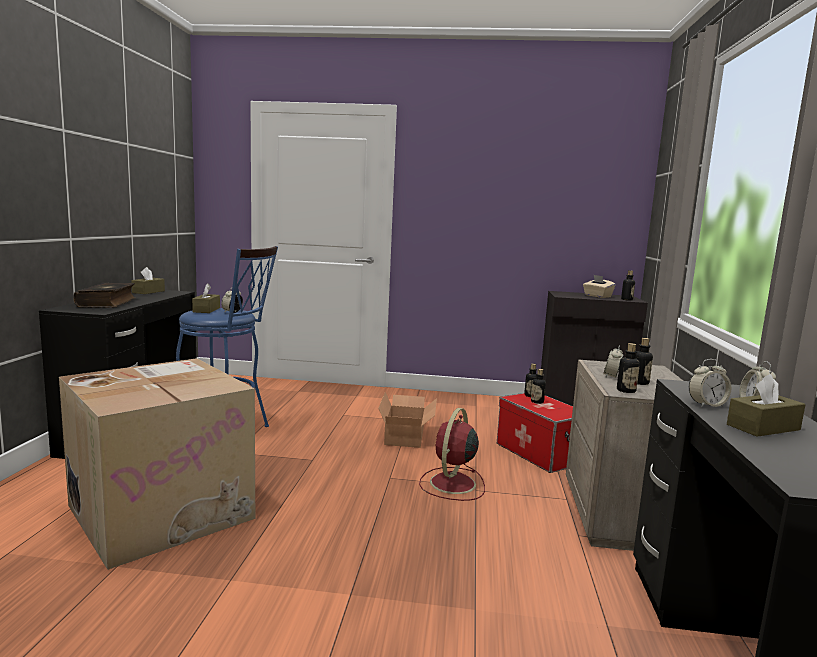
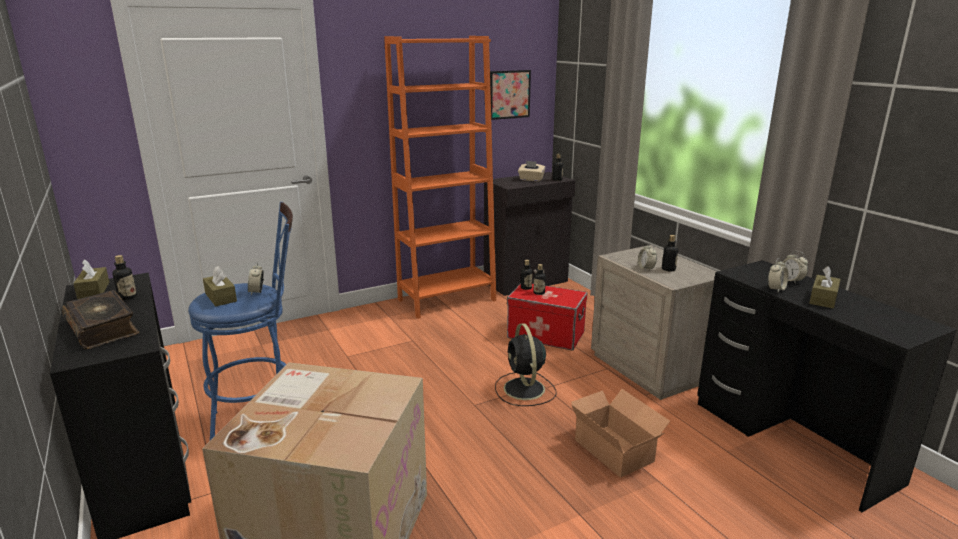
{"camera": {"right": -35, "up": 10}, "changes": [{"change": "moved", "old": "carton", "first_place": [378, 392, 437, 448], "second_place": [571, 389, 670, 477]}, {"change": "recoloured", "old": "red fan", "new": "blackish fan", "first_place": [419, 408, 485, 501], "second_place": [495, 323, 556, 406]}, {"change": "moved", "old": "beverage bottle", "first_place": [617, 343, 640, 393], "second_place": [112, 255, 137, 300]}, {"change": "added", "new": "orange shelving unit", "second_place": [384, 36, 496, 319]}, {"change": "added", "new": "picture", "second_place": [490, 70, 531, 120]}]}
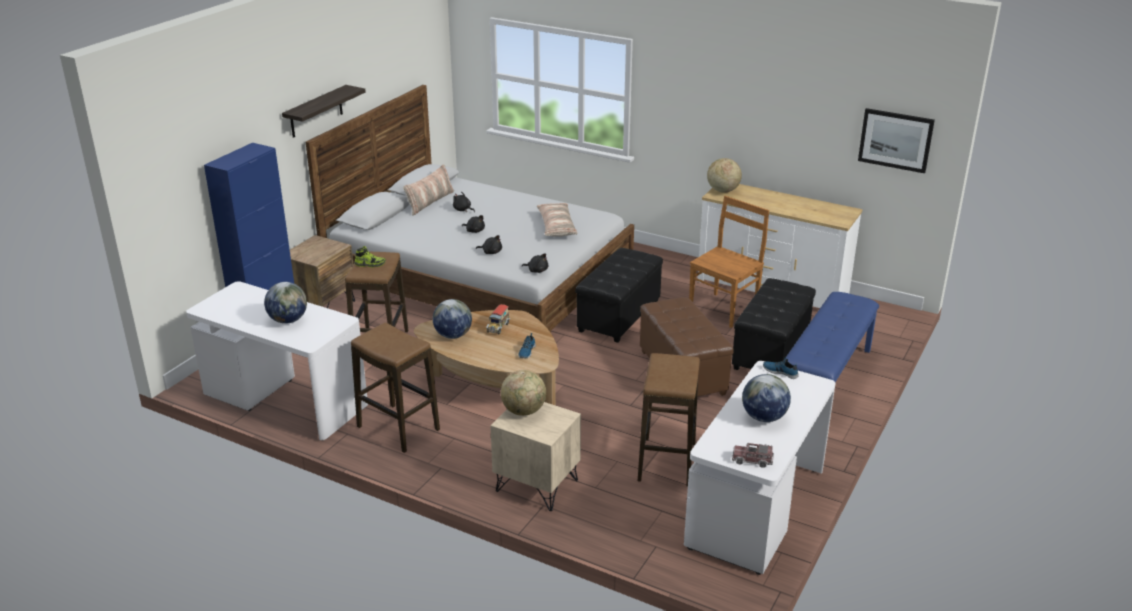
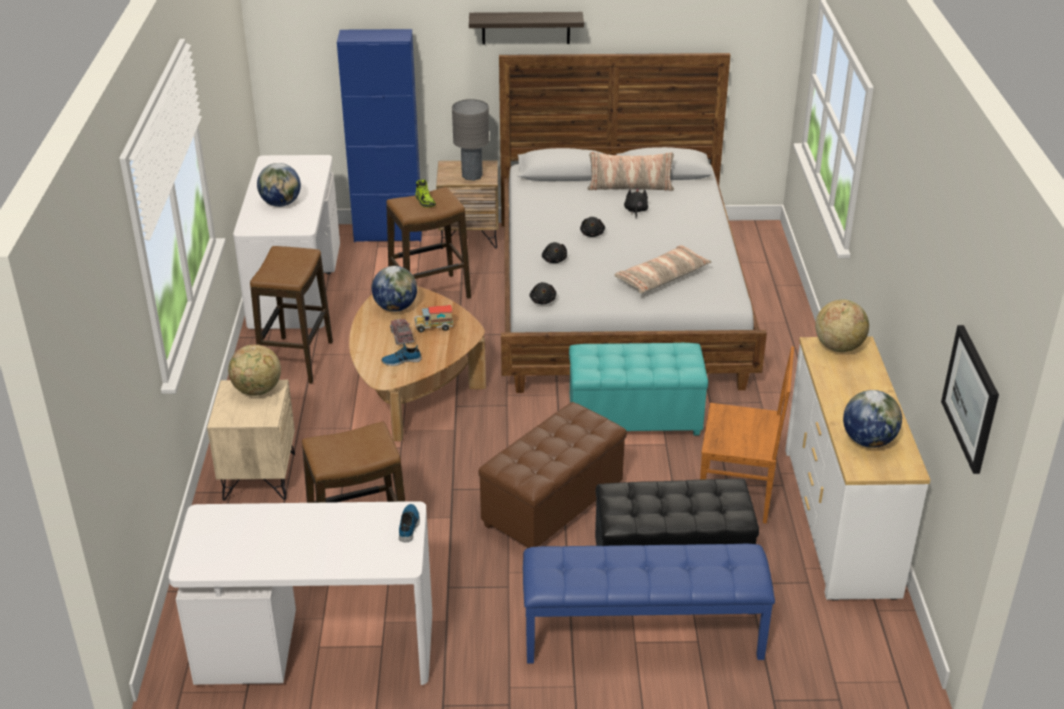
{"camera": {"right": 60, "up": 5}, "changes": [{"change": "recoloured", "old": "blackish ottoman", "new": "turquoise ottoman", "first_place": [575, 248, 663, 343], "second_place": [569, 343, 708, 435]}, {"change": "moved", "old": "model truck", "first_place": [732, 443, 774, 468], "second_place": [390, 319, 415, 345]}, {"change": "moved", "old": "globe", "first_place": [742, 374, 791, 422], "second_place": [843, 390, 902, 448]}, {"change": "added", "new": "gray lamp for a table", "second_place": [452, 99, 489, 181]}]}
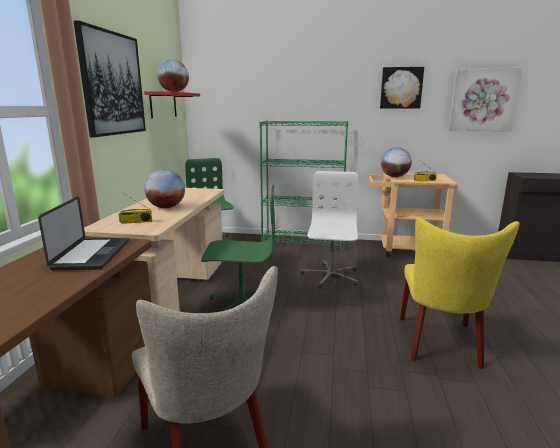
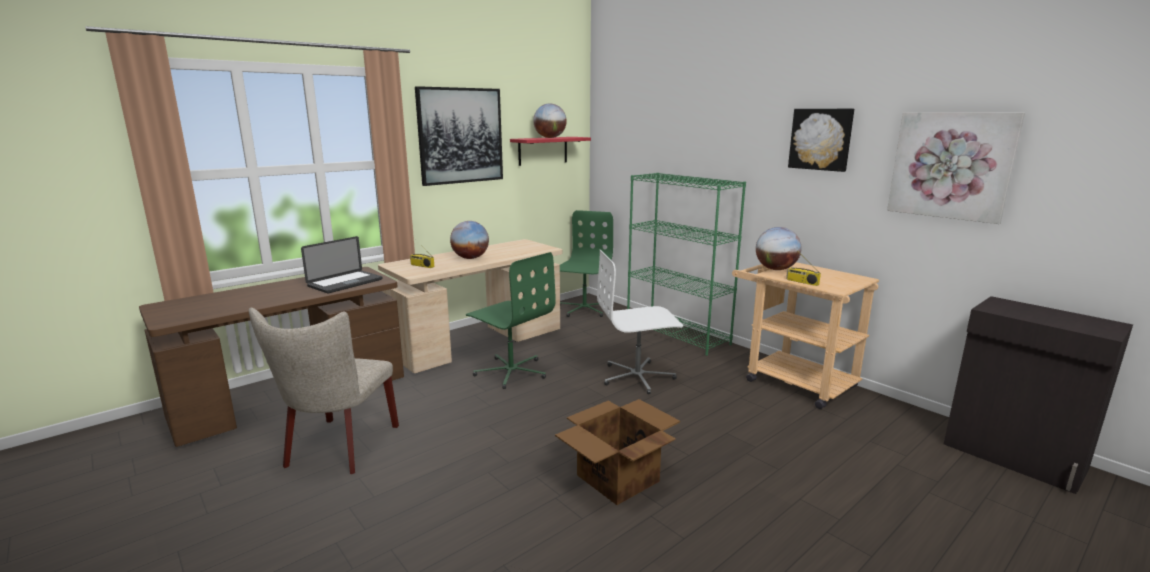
{"camera": {"right": 40, "up": 0}, "changes": [{"change": "turned", "old": "white desk chair", "first_place": [301, 171, 359, 288], "second_place": [597, 250, 683, 394], "degrees": -150}, {"change": "replaced", "old": "yellowish upright chair", "new": "carton", "first_place": [400, 217, 520, 369], "second_place": [555, 399, 680, 505]}]}
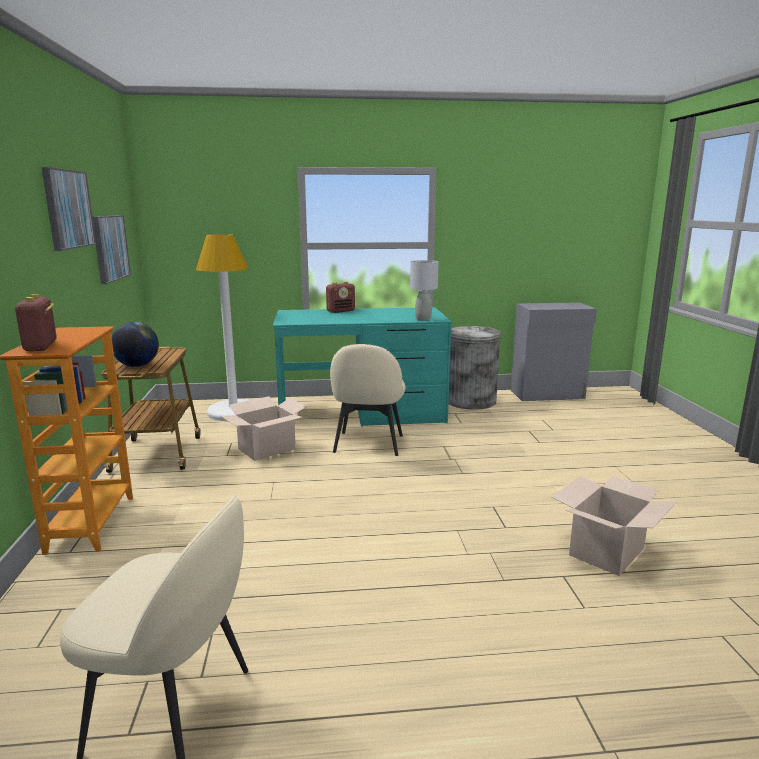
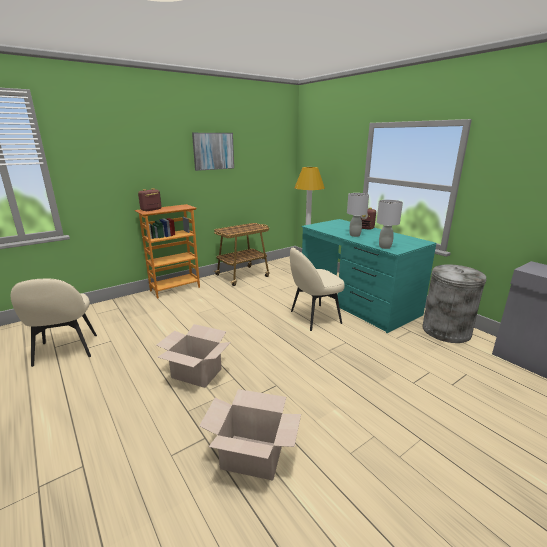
{"camera": {"right": 60, "up": 5}, "changes": [{"change": "removed", "old": "picture", "first_place": [92, 215, 131, 284]}, {"change": "removed", "old": "globe", "first_place": [112, 322, 159, 367]}, {"change": "moved", "old": "carton", "first_place": [221, 396, 307, 461], "second_place": [157, 324, 231, 388]}, {"change": "added", "new": "gray lamp for a table", "second_place": [347, 193, 369, 237]}]}
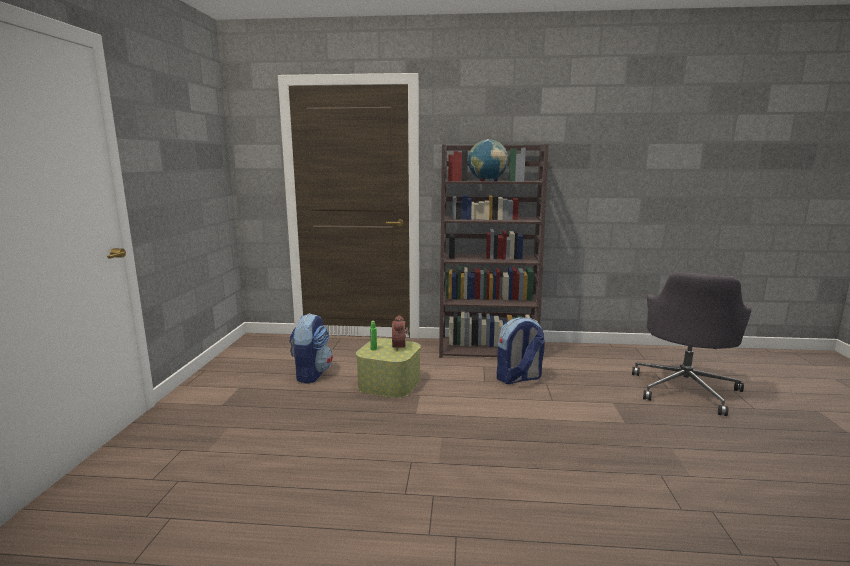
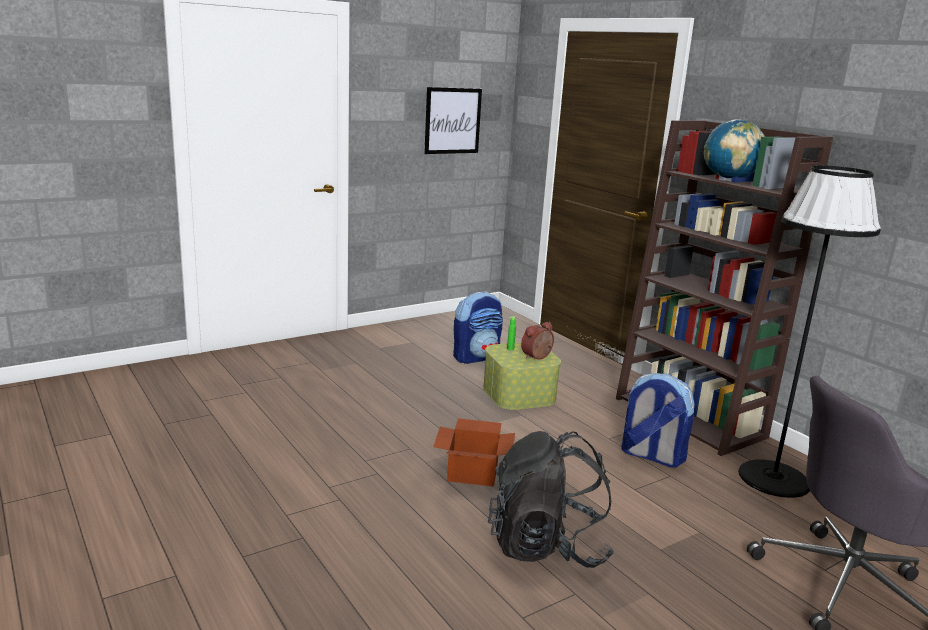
{"camera": {"right": 50, "up": 5}, "changes": [{"change": "added", "new": "picture", "second_place": [424, 87, 482, 154]}, {"change": "added", "new": "carton", "second_place": [433, 418, 515, 487]}, {"change": "added", "new": "blackish knapsack", "second_place": [488, 431, 614, 568]}, {"change": "added", "new": "blackish standing lamp", "second_place": [738, 165, 881, 498]}]}
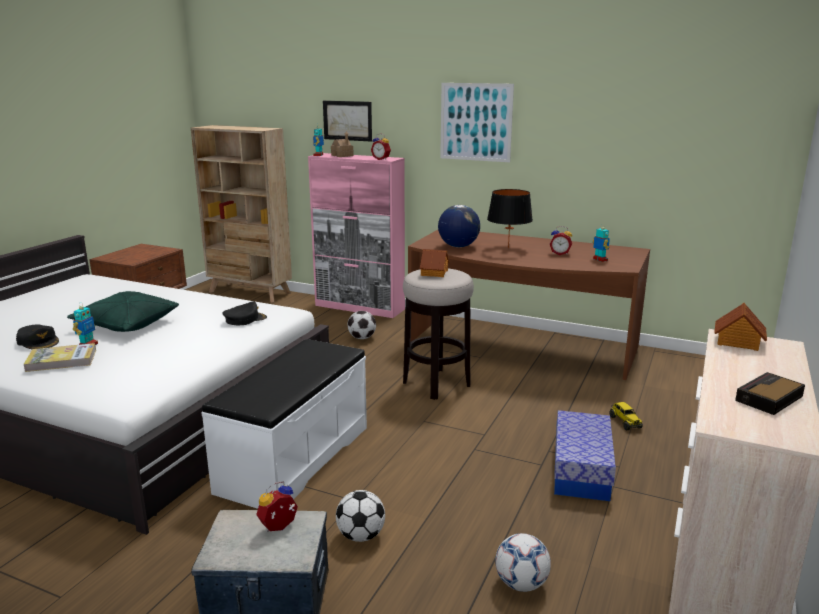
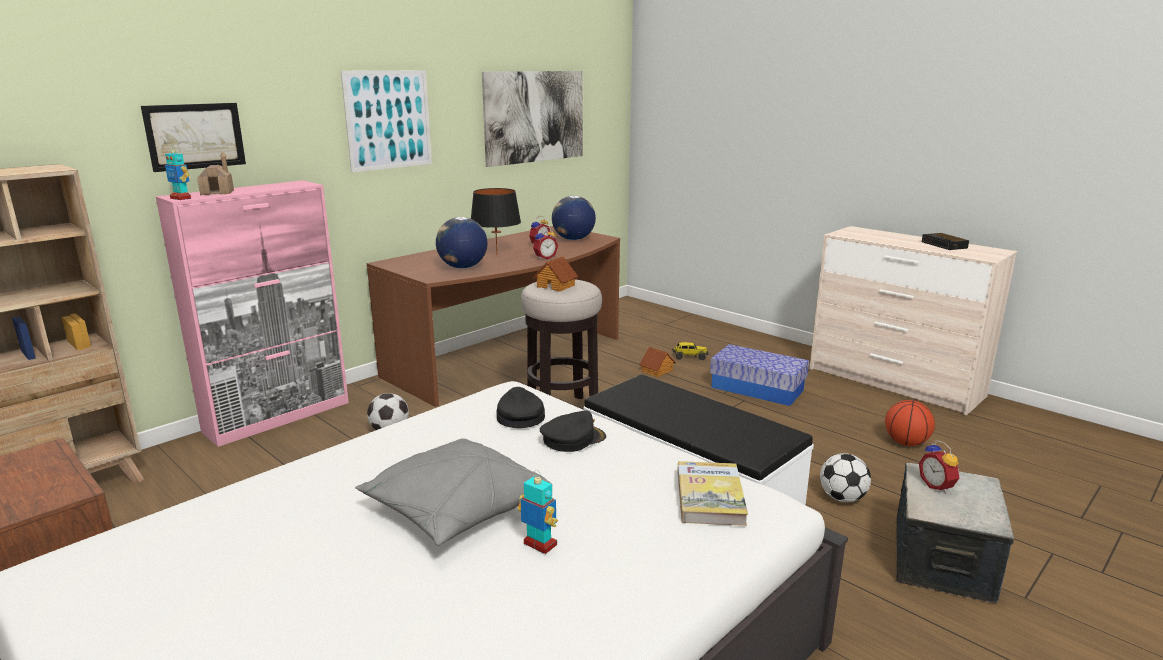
{"camera": {"right": -70, "up": 0}, "changes": [{"change": "moved", "old": "blackish baseball cap", "first_place": [16, 324, 59, 349], "second_place": [540, 410, 606, 452]}, {"change": "moved", "old": "volume", "first_place": [23, 343, 96, 372], "second_place": [677, 461, 748, 526]}, {"change": "recoloured", "old": "green-coloured throw pillow", "new": "gray throw pillow", "first_place": [67, 291, 179, 332], "second_place": [355, 438, 552, 545]}, {"change": "moved", "old": "alarm clock", "first_place": [371, 133, 391, 160], "second_place": [533, 227, 558, 260]}, {"change": "replaced", "old": "ball for football", "new": "basketball ball", "first_place": [495, 533, 551, 592], "second_place": [885, 400, 935, 446]}, {"change": "replaced", "old": "model robot", "new": "globe", "first_place": [592, 223, 610, 262], "second_place": [552, 196, 596, 240]}, {"change": "moved", "old": "miniature house", "first_place": [714, 303, 767, 351], "second_place": [639, 347, 676, 377]}, {"change": "added", "new": "picture", "second_place": [482, 71, 583, 167]}]}
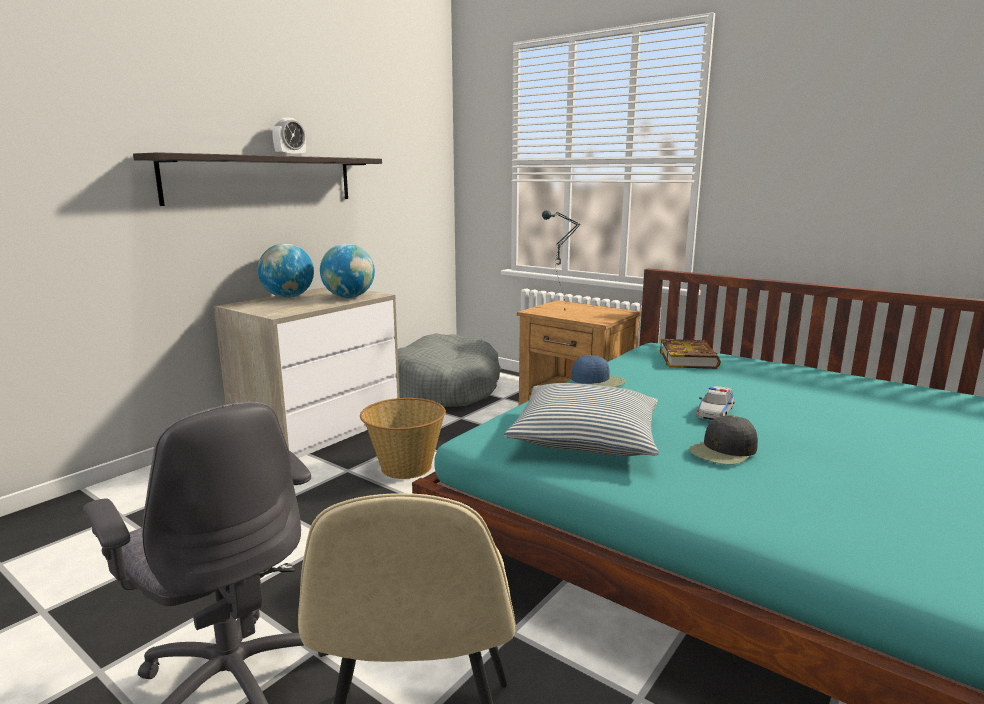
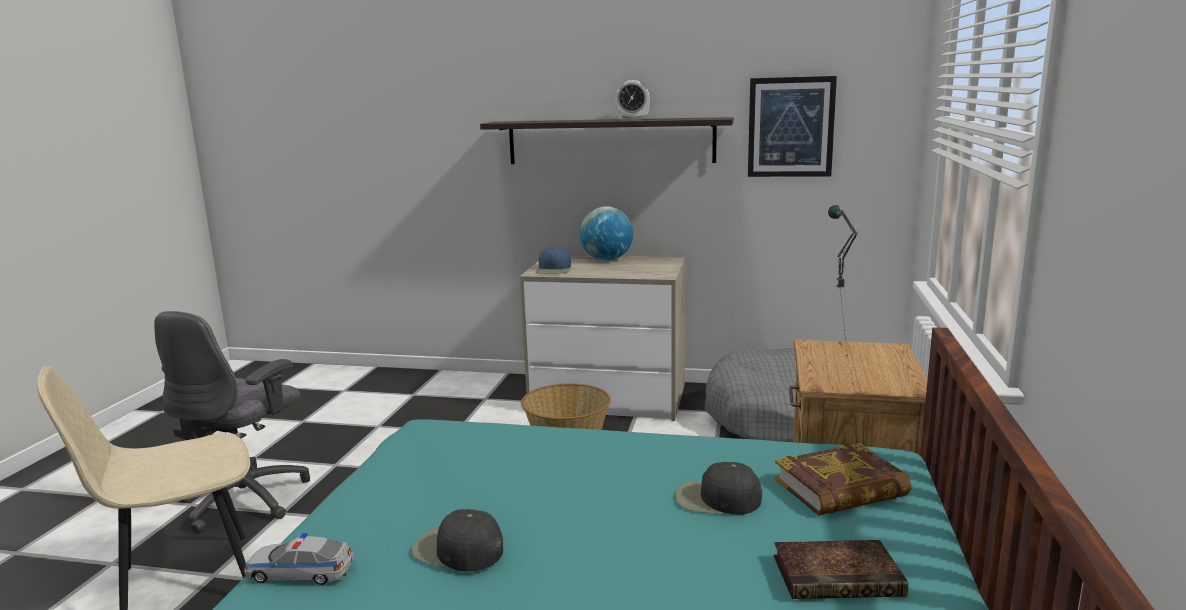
{"camera": {"right": 65, "up": 0}, "changes": [{"change": "removed", "old": "globe", "first_place": [320, 244, 375, 298]}, {"change": "removed", "old": "throw pillow", "first_place": [504, 383, 659, 456]}, {"change": "moved", "old": "blue-coloured baseball cap", "first_place": [571, 355, 626, 387], "second_place": [535, 246, 571, 274]}, {"change": "moved", "old": "model car", "first_place": [696, 386, 735, 420], "second_place": [244, 533, 355, 585]}, {"change": "added", "new": "blackish baseball cap", "second_place": [675, 462, 762, 515]}, {"change": "added", "new": "picture", "second_place": [748, 76, 837, 177]}, {"change": "added", "new": "volume", "second_place": [774, 540, 908, 599]}]}
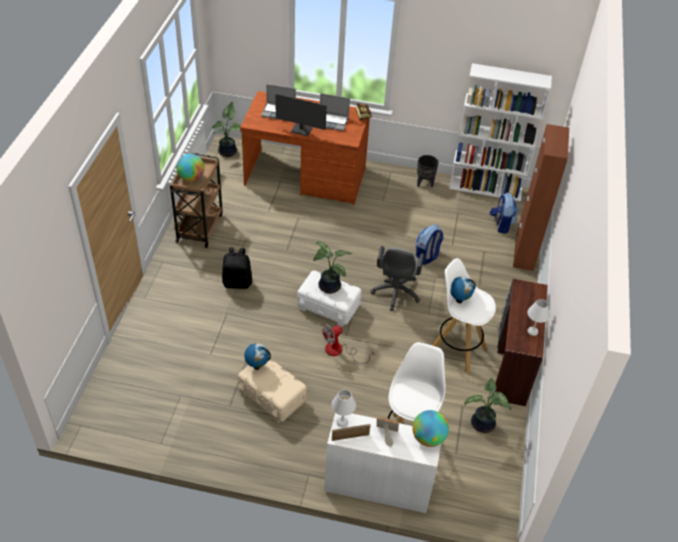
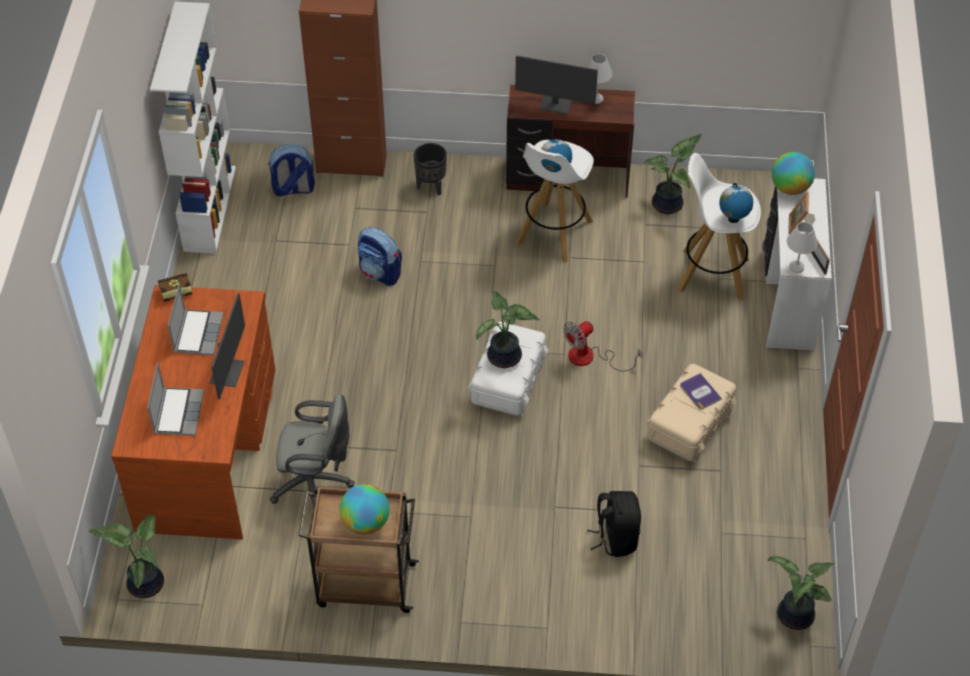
{"camera": {"right": -95, "up": 5}, "changes": [{"change": "moved", "old": "blackish knapsack", "first_place": [222, 247, 252, 289], "second_place": [587, 491, 641, 557]}, {"change": "moved", "old": "globe", "first_place": [244, 343, 271, 370], "second_place": [719, 183, 753, 223]}, {"change": "turned", "old": "fan", "first_place": [322, 324, 374, 364], "second_place": [563, 321, 643, 371], "degrees": 90}, {"change": "moved", "old": "gray desk chair", "first_place": [370, 246, 424, 311], "second_place": [270, 394, 354, 505]}, {"change": "moved", "old": "blackish planter", "first_place": [417, 155, 439, 187], "second_place": [414, 143, 447, 196]}, {"change": "added", "new": "monitor", "second_place": [515, 55, 598, 115]}, {"change": "added", "new": "volume", "second_place": [680, 373, 722, 410]}, {"change": "added", "new": "plant in a pot", "second_place": [767, 556, 834, 630]}]}
